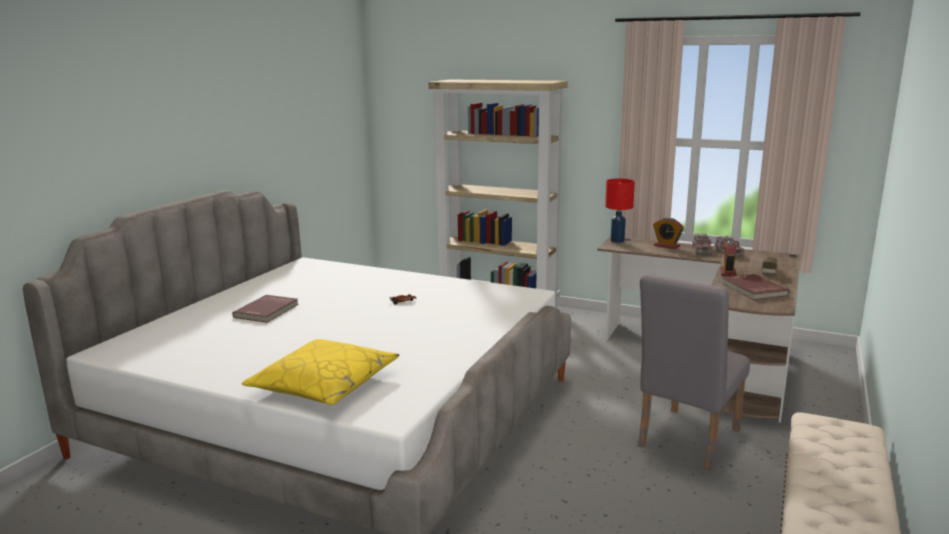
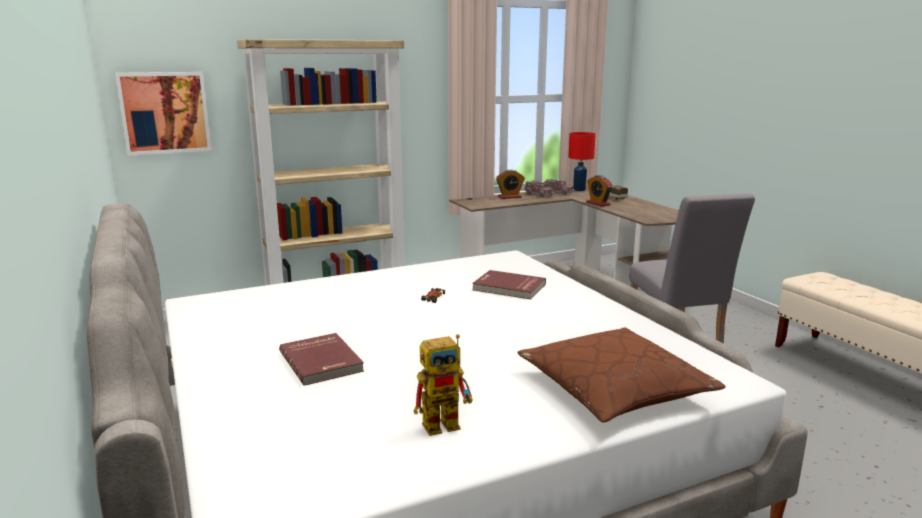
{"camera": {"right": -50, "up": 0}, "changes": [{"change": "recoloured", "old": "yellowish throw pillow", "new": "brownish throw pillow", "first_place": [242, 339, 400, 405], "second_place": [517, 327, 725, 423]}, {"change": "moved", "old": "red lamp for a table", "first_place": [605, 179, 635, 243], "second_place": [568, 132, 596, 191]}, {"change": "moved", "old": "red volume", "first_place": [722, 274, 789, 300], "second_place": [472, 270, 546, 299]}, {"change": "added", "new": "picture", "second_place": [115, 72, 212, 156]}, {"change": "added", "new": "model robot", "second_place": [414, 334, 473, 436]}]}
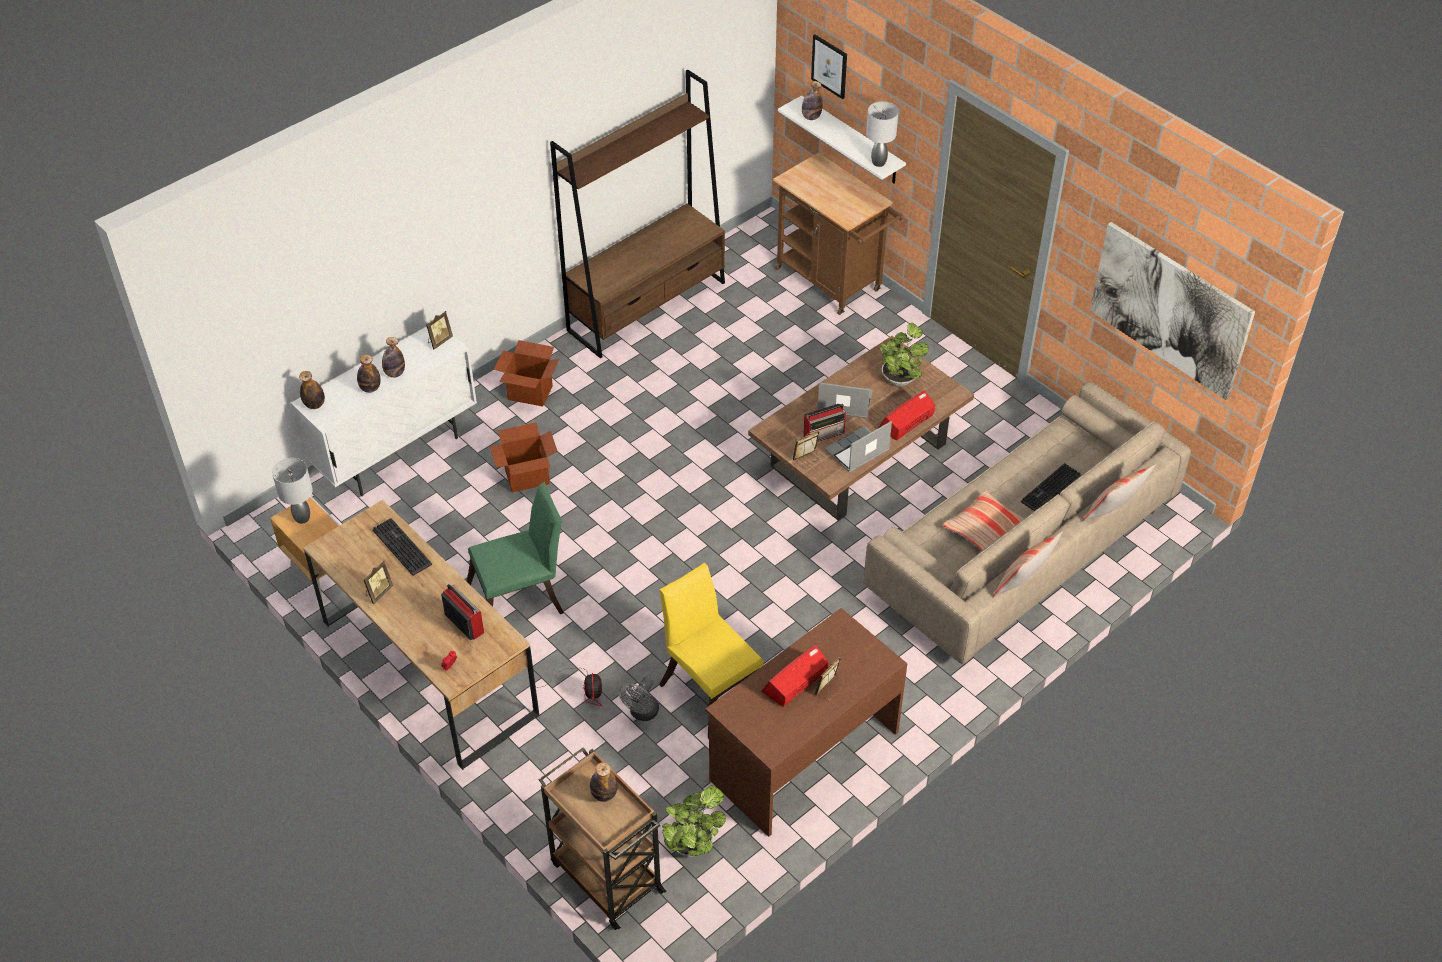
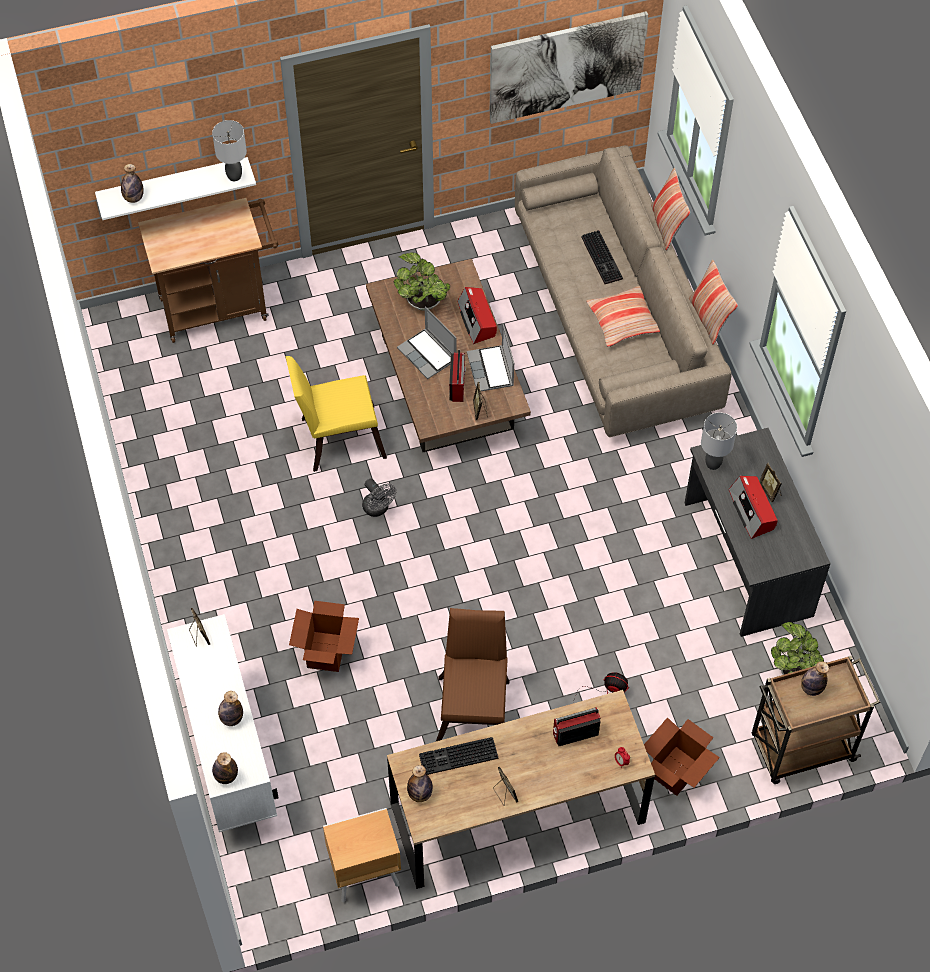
{"camera": {"right": -65, "up": 10}, "changes": [{"change": "moved", "old": "gray lamp for a table", "first_place": [272, 458, 313, 524], "second_place": [701, 412, 737, 470]}, {"change": "moved", "old": "beverage bottle", "first_place": [382, 337, 405, 378], "second_place": [407, 765, 433, 802]}, {"change": "recoloured", "old": "green-coloured upright chair", "new": "brownish upright chair", "first_place": [467, 482, 564, 614], "second_place": [436, 608, 509, 741]}, {"change": "moved", "old": "carton", "first_place": [494, 340, 560, 407], "second_place": [644, 717, 720, 796]}, {"change": "removed", "old": "brownish shelving unit", "first_place": [550, 70, 725, 358]}, {"change": "moved", "old": "gray fan", "first_place": [619, 677, 659, 721], "second_place": [362, 478, 396, 517]}, {"change": "moved", "old": "yellowish upright chair", "first_place": [659, 562, 763, 739], "second_place": [285, 356, 387, 472]}, {"change": "recoloured", "old": "brownish desk unit", "new": "gray desk unit", "first_place": [705, 608, 907, 837], "second_place": [685, 428, 831, 637]}, {"change": "removed", "old": "picture", "first_place": [811, 35, 847, 99]}, {"change": "turned", "old": "laptop", "first_place": [817, 382, 873, 418], "second_place": [397, 306, 457, 379], "degrees": -75}]}
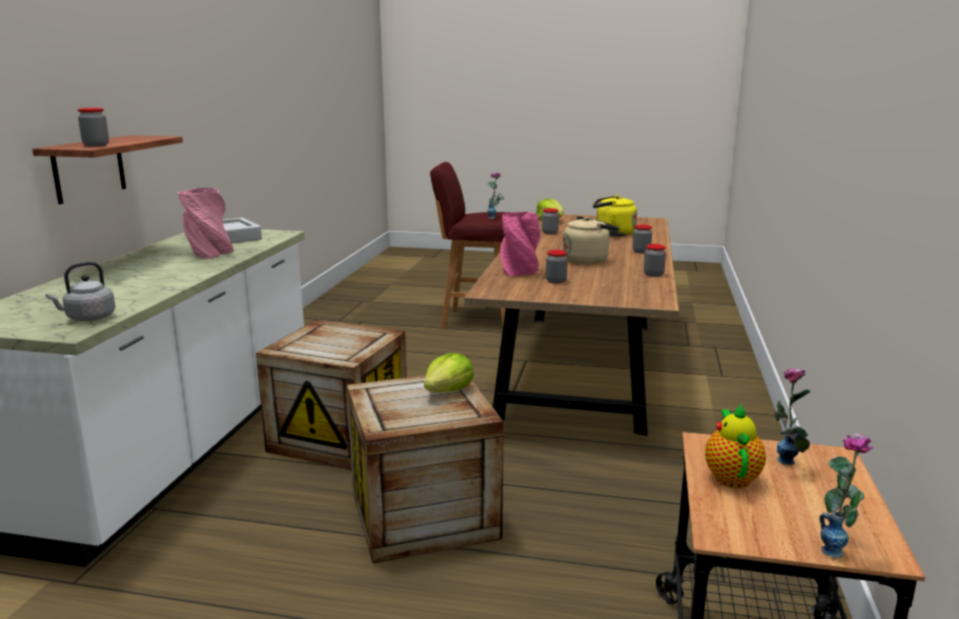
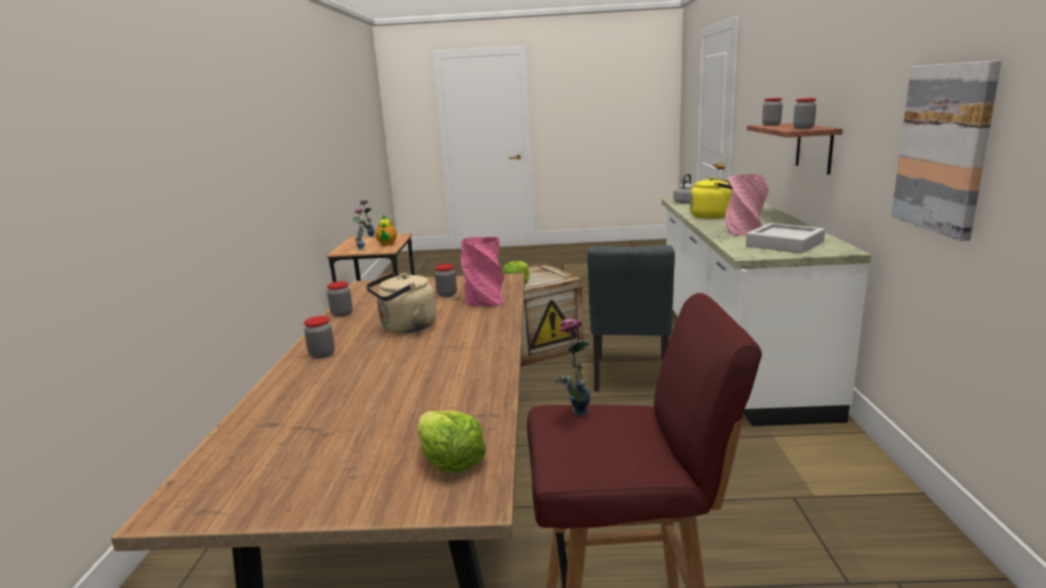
{"camera": {"right": 170, "up": 0}, "changes": [{"change": "replaced", "old": "packing crate", "new": "gray upright chair", "first_place": [256, 320, 407, 470], "second_place": [587, 245, 675, 392]}, {"change": "moved", "old": "preserve jar", "first_place": [542, 208, 559, 234], "second_place": [793, 98, 816, 129]}, {"change": "moved", "old": "yellowish water kettle", "first_place": [593, 195, 637, 236], "second_place": [690, 177, 734, 219]}, {"change": "added", "new": "picture", "second_place": [891, 60, 1001, 241]}]}
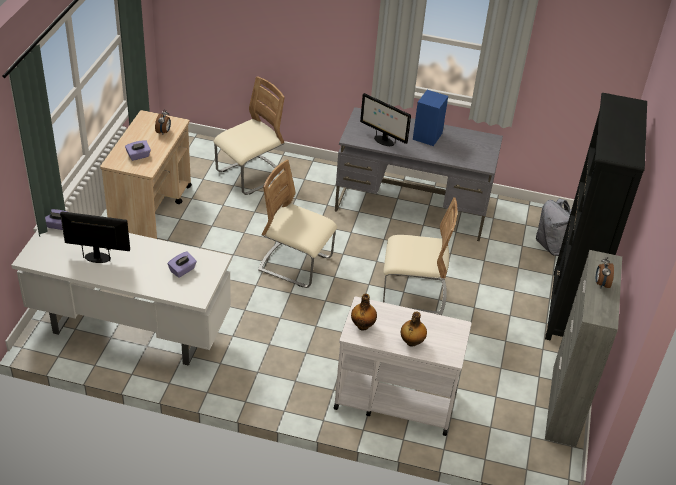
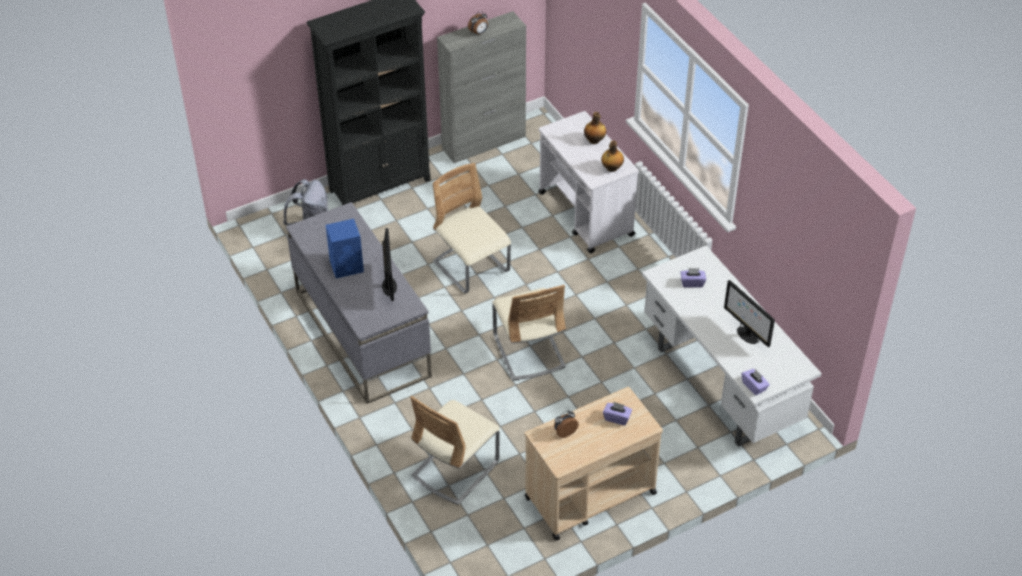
{"camera": {"right": -130, "up": 5}, "changes": [{"change": "turned", "old": "beige-coloured upright chair", "first_place": [214, 76, 285, 195], "second_place": [410, 395, 500, 505], "degrees": -60}]}
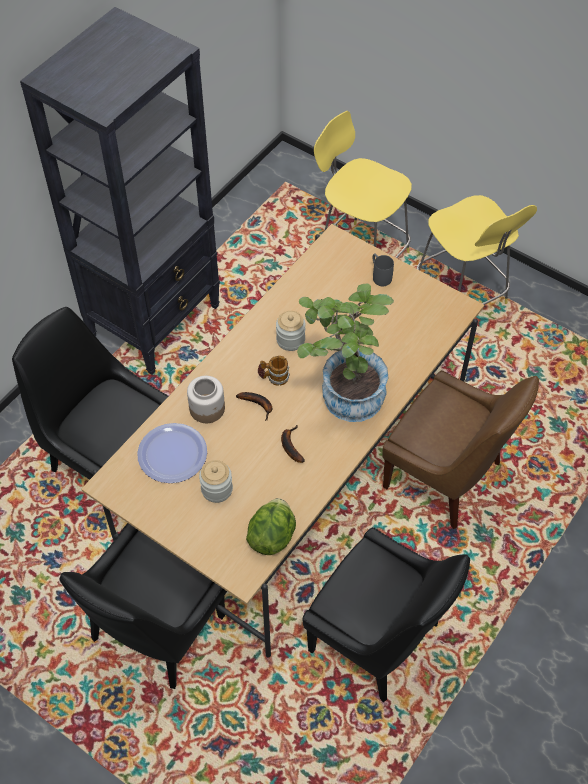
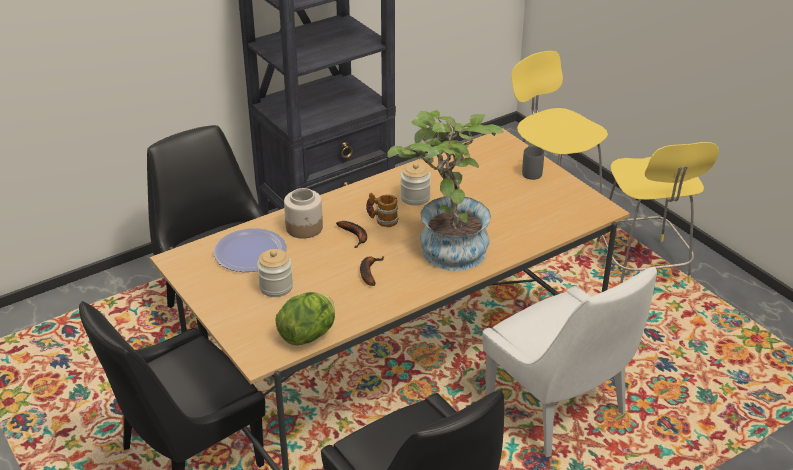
{"camera": {"right": 20, "up": -20}, "changes": [{"change": "recoloured", "old": "brownish upright chair", "new": "white upright chair", "first_place": [382, 370, 539, 529], "second_place": [482, 267, 657, 457]}]}
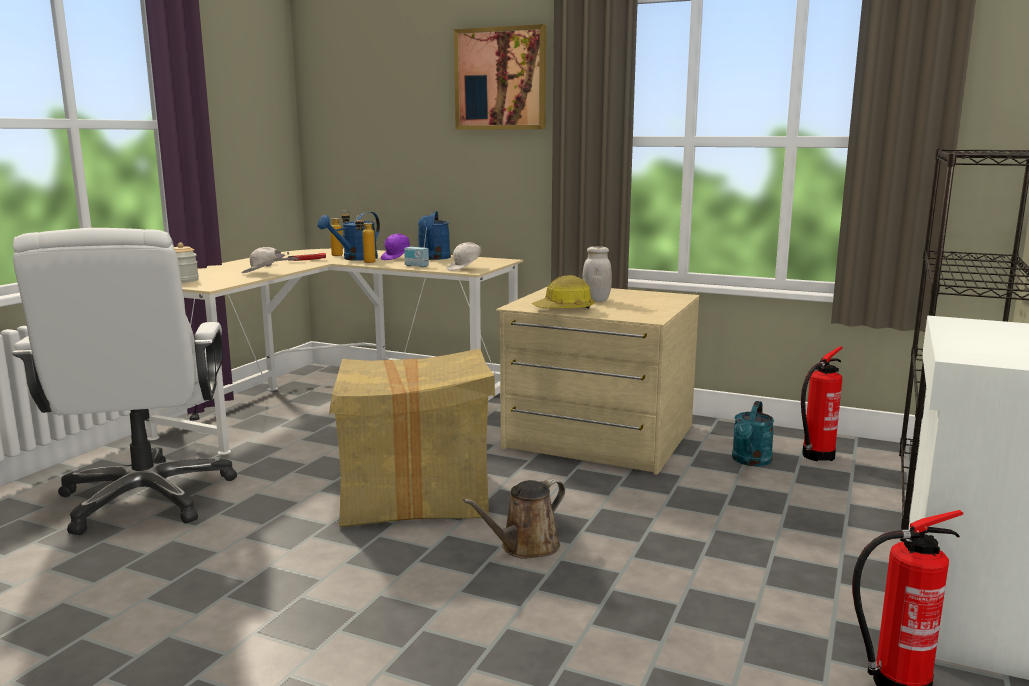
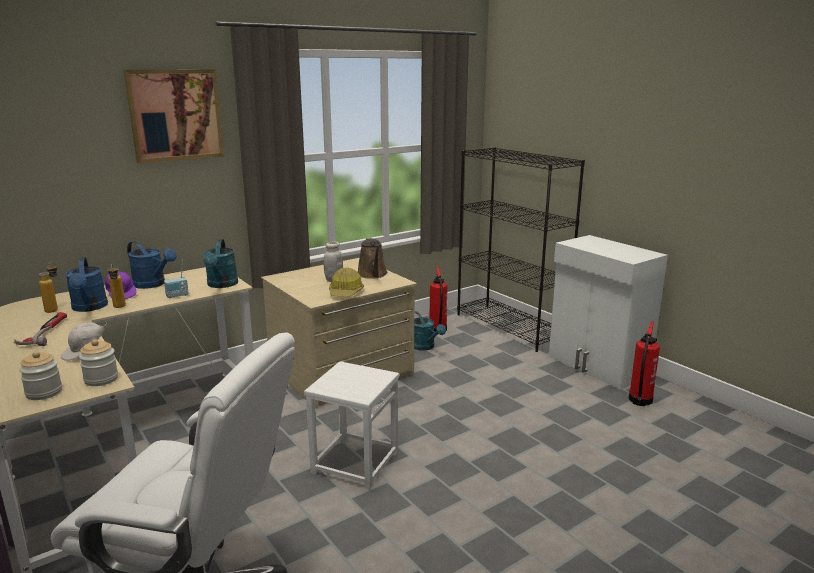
{"camera": {"right": -60, "up": 5}, "changes": [{"change": "replaced", "old": "carton", "new": "white stool seat", "first_place": [329, 349, 495, 527], "second_place": [304, 361, 399, 490]}, {"change": "replaced", "old": "white baseball cap", "new": "turquoise watering can", "first_place": [447, 242, 481, 271], "second_place": [203, 239, 238, 288]}, {"change": "moved", "old": "brownish watering can", "first_place": [463, 479, 565, 559], "second_place": [358, 238, 388, 279]}, {"change": "added", "new": "preserve jar", "second_place": [79, 339, 118, 386]}]}
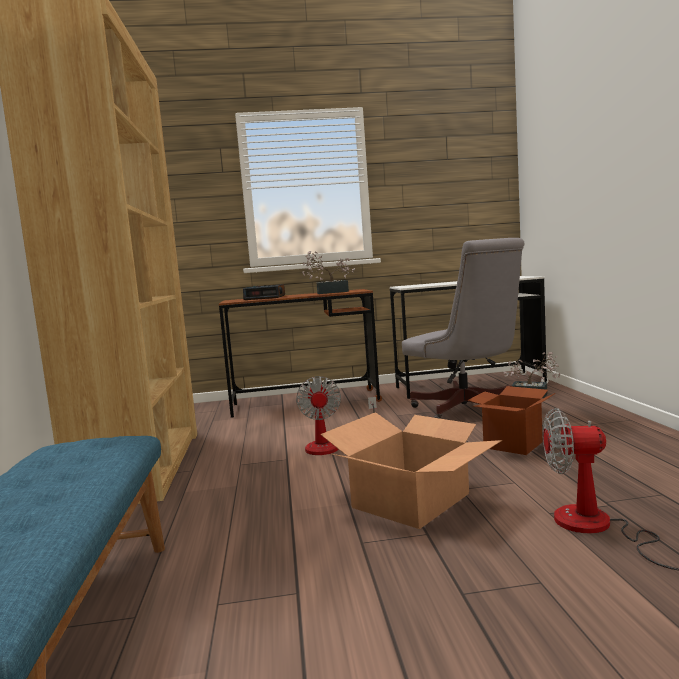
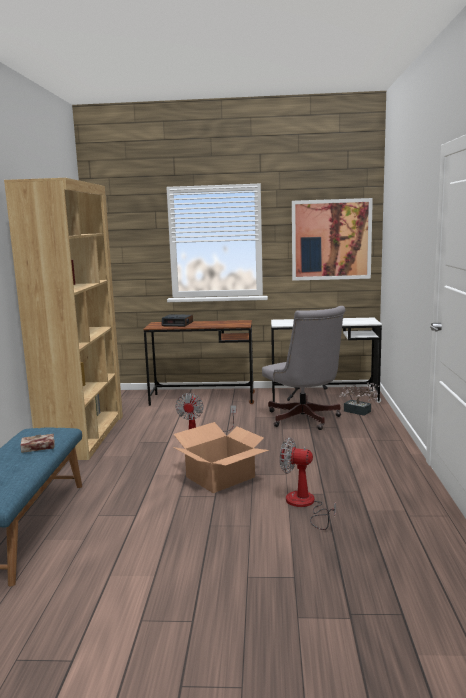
{"camera": {"right": 10, "up": 5}, "changes": [{"change": "removed", "old": "plant in a pot", "first_place": [302, 251, 355, 294]}, {"change": "removed", "old": "carton", "first_place": [467, 386, 556, 455]}, {"change": "added", "new": "volume", "second_place": [20, 434, 54, 453]}, {"change": "added", "new": "picture", "second_place": [292, 198, 373, 281]}]}
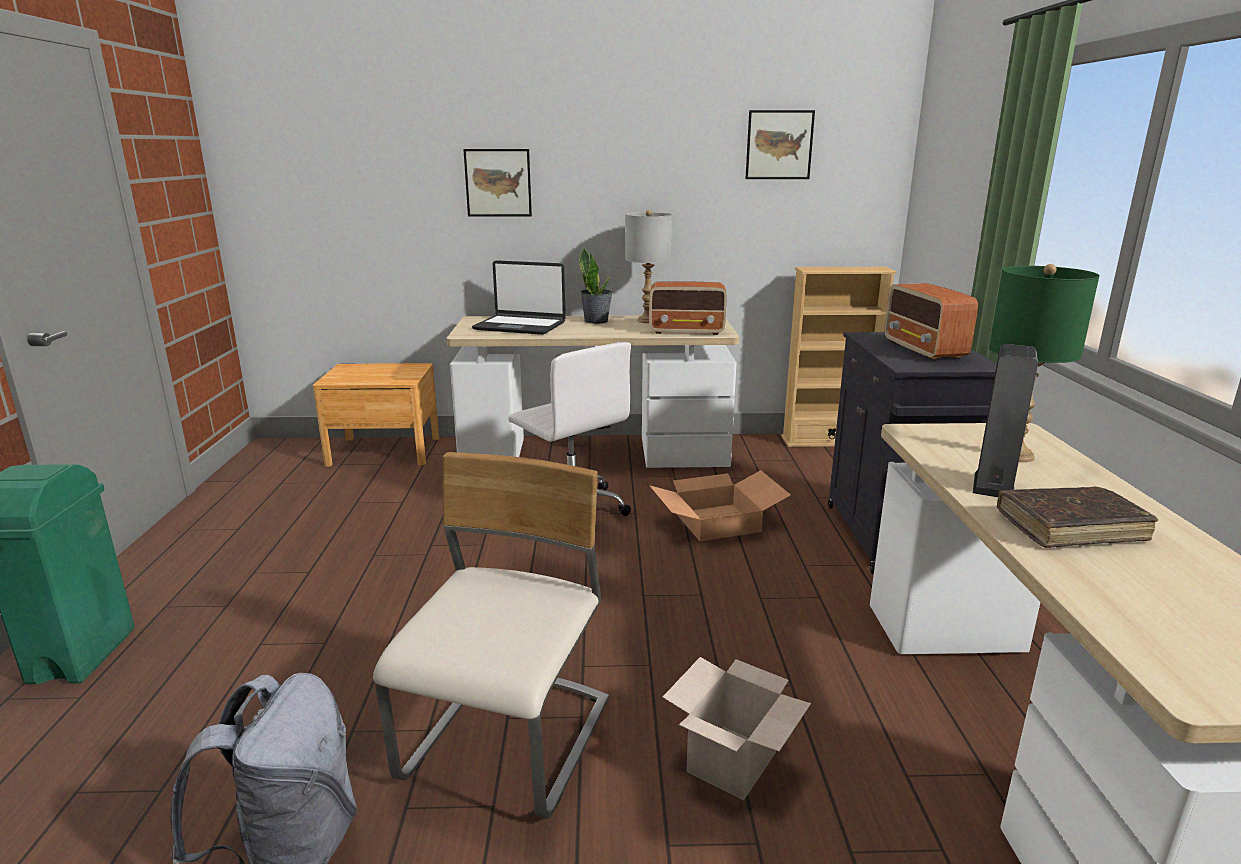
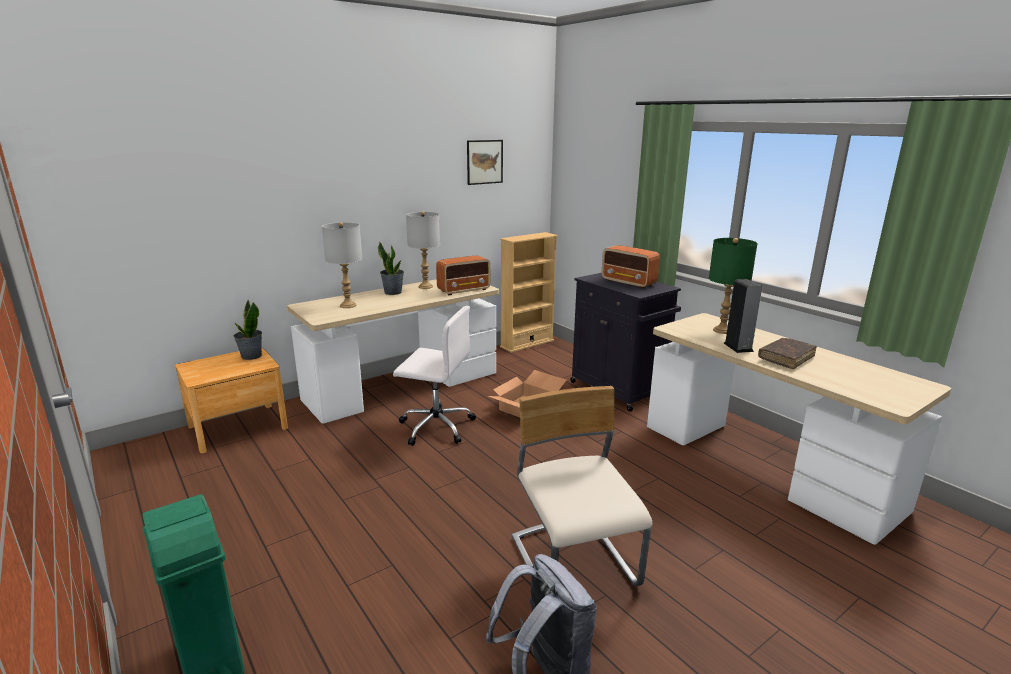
{"camera": {"right": -35, "up": 0}, "changes": [{"change": "removed", "old": "picture", "first_place": [463, 149, 532, 217]}, {"change": "replaced", "old": "laptop", "new": "gray lamp for a table", "first_place": [472, 260, 566, 335], "second_place": [322, 222, 362, 308]}, {"change": "removed", "old": "carton", "first_place": [662, 657, 811, 800]}, {"change": "added", "new": "plant in a pot", "second_place": [233, 300, 262, 360]}]}
